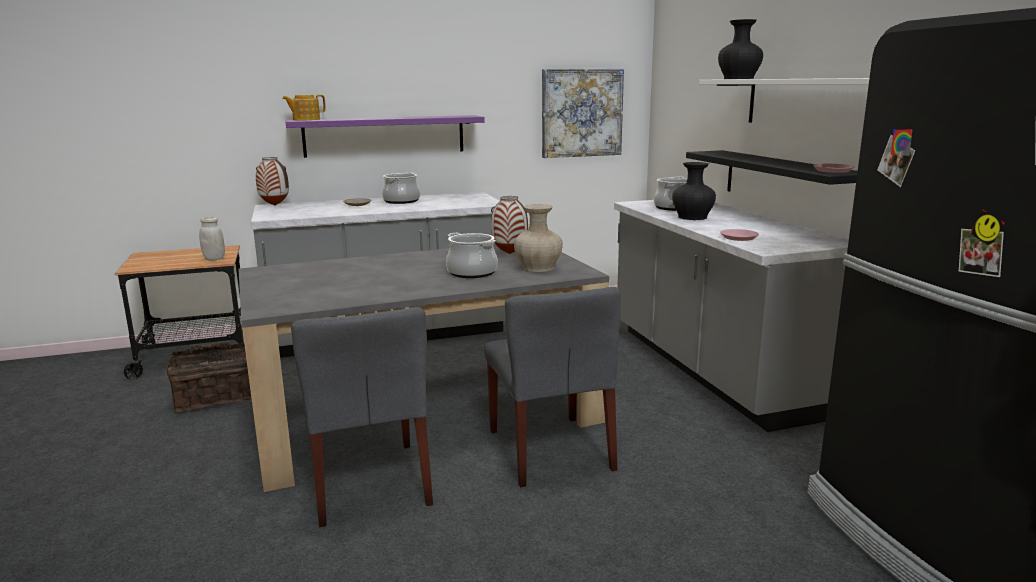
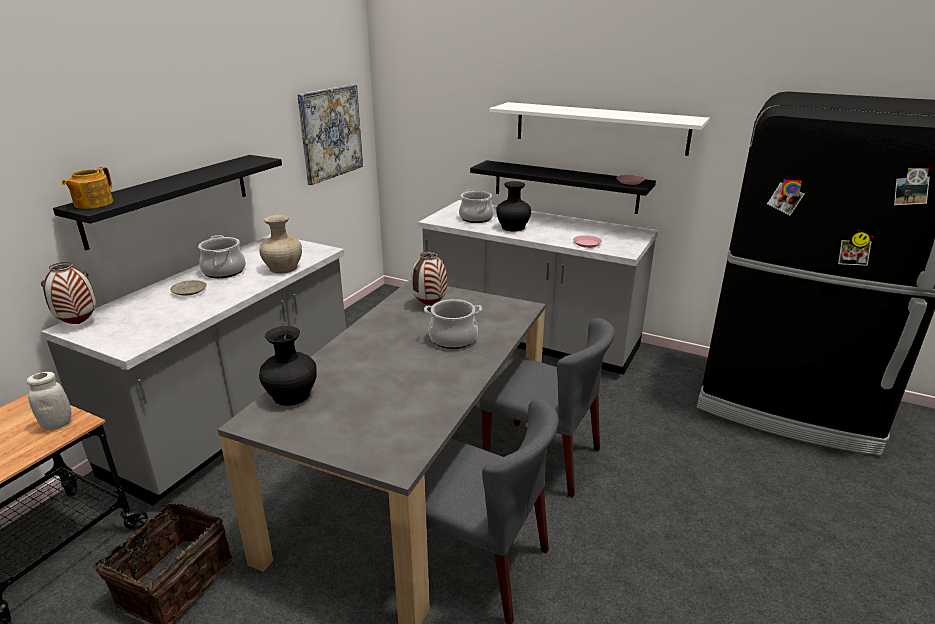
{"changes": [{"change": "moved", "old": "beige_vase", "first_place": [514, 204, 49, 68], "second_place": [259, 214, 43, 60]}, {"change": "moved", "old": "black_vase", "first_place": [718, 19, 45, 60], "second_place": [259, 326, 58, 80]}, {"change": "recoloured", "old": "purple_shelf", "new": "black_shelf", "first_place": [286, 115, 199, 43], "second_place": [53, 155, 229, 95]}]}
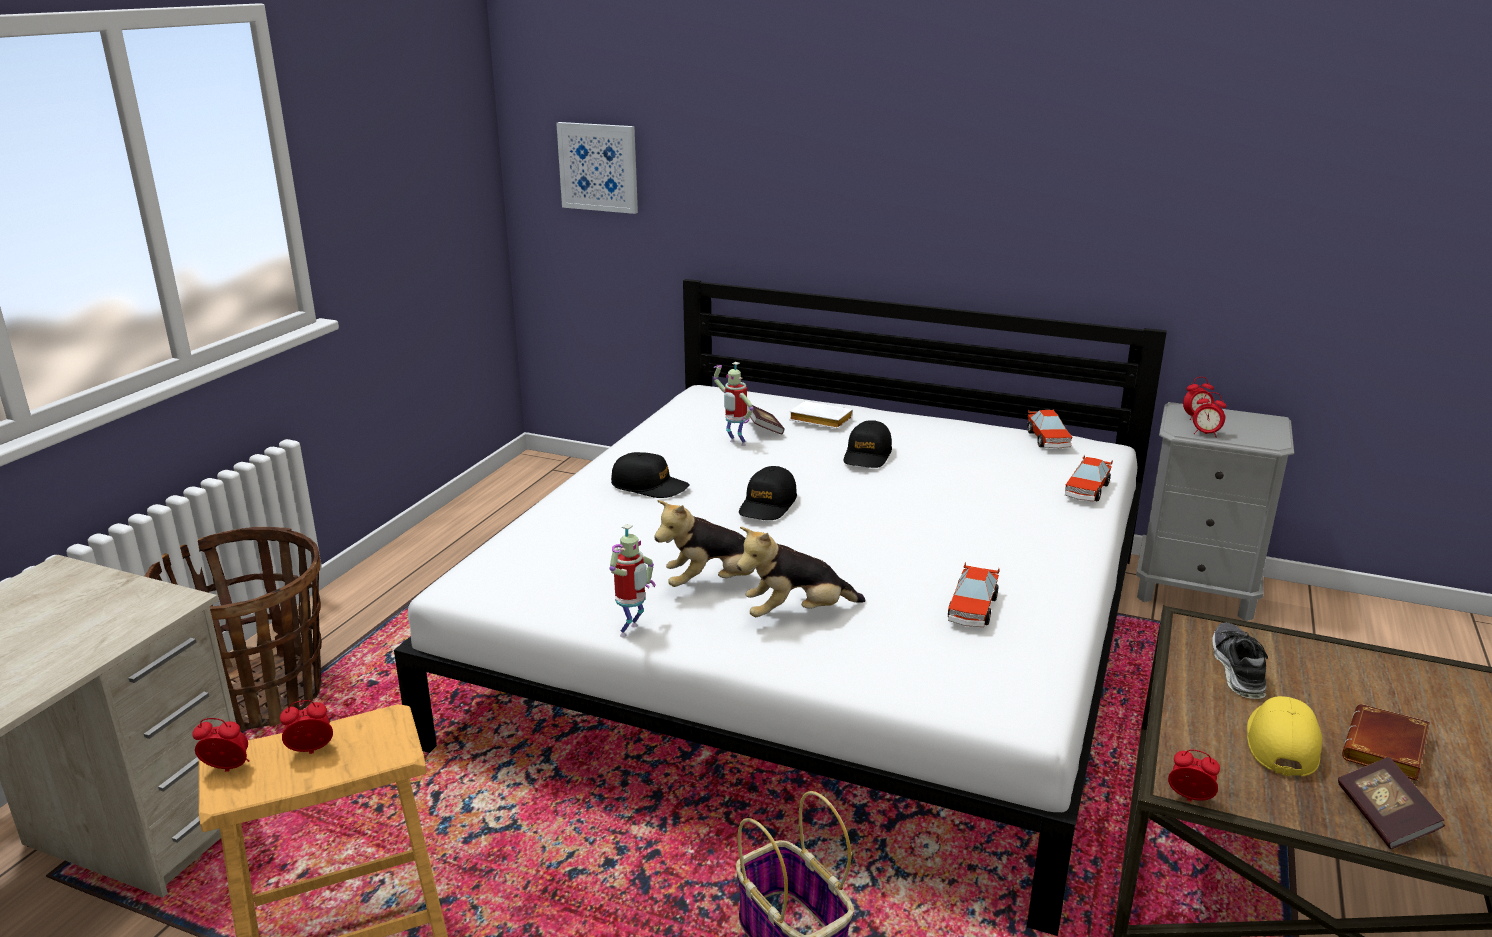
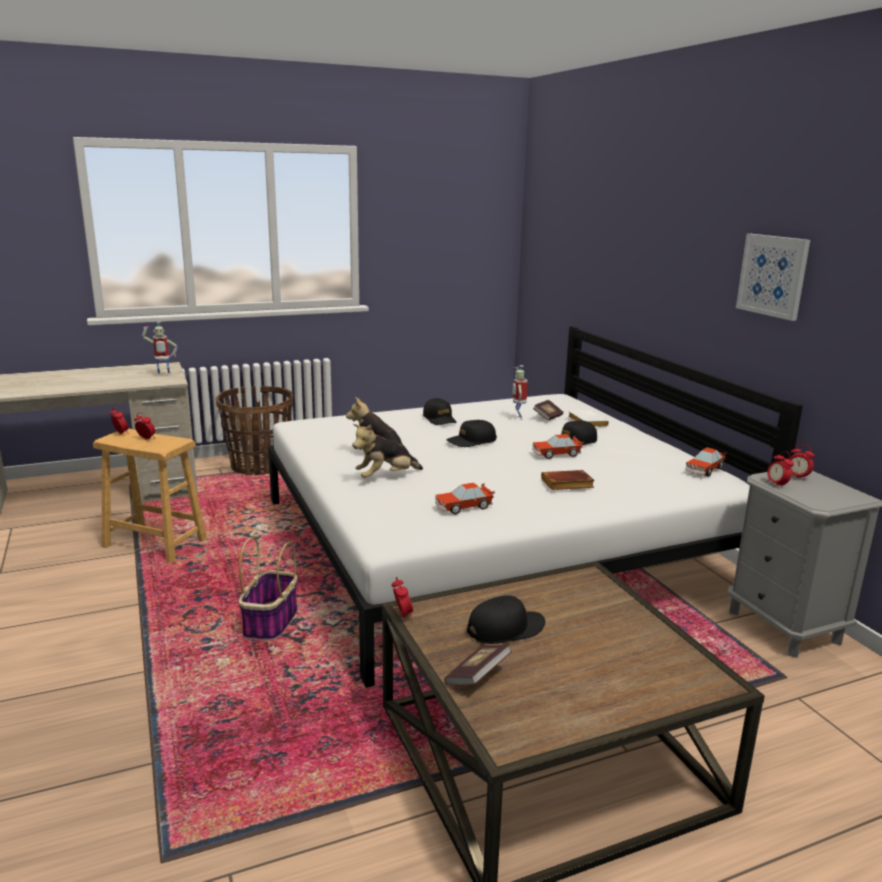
{"changes": [{"change": "removed", "old": "shoe", "first_place": [1213, 623, 55, 76]}, {"change": "moved", "old": "picture", "first_place": [556, 122, 82, 92], "second_place": [736, 234, 74, 87]}, {"change": "moved", "old": "toy_robot", "first_place": [609, 524, 46, 113], "second_place": [142, 322, 36, 54]}, {"change": "moved", "old": "toy_car", "first_place": [1065, 455, 48, 47], "second_place": [532, 434, 52, 25]}, {"change": "moved", "old": "brown_book", "first_place": [1342, 704, 88, 77], "second_place": [541, 470, 54, 20]}, {"change": "recoloured", "old": "yellow_cap", "new": "black_cap", "first_place": [1247, 696, 75, 80], "second_place": [467, 595, 78, 49]}, {"change": "turned", "old": "plush_toy", "first_place": [737, 527, 129, 90], "second_place": [353, 424, 70, 54], "degrees": -60}]}
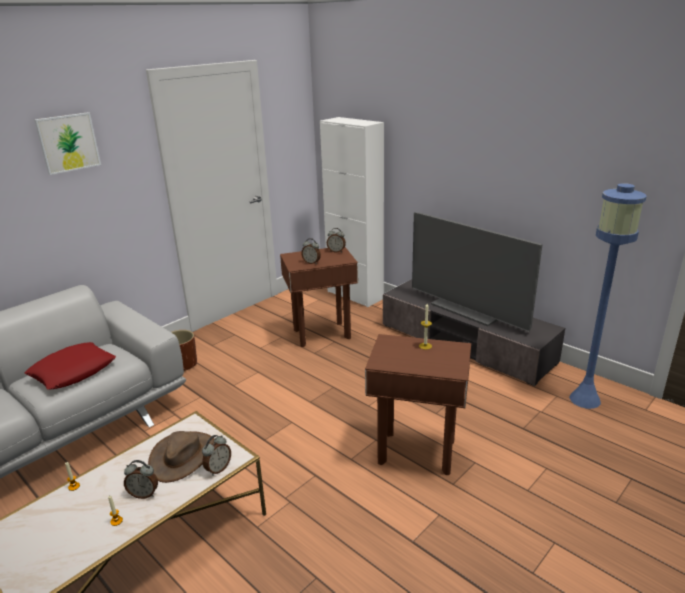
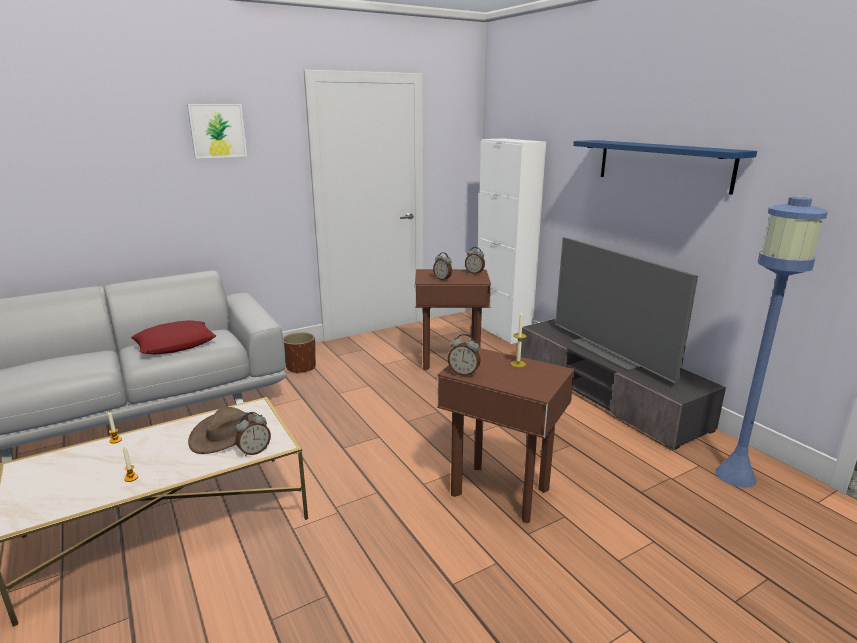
{"changes": [{"change": "added", "new": "blue_shelf", "second_place": [573, 140, 184, 55]}, {"change": "moved", "old": "alarm_clock", "first_place": [124, 460, 34, 39], "second_place": [448, 334, 33, 42]}]}
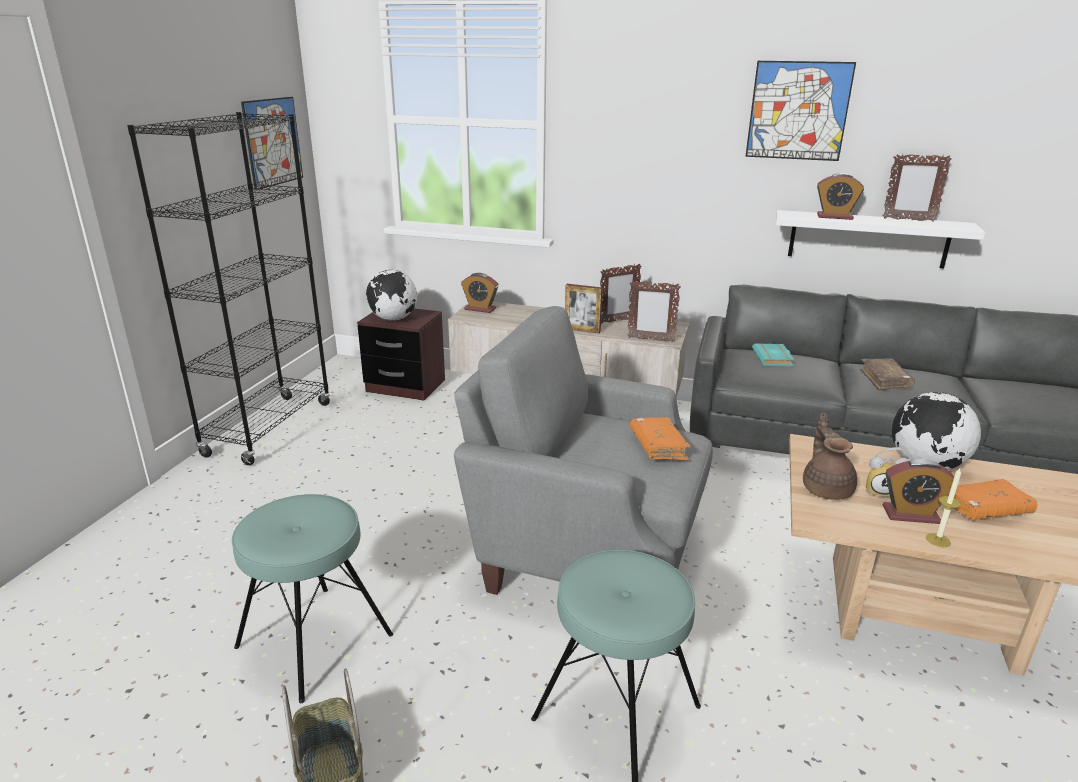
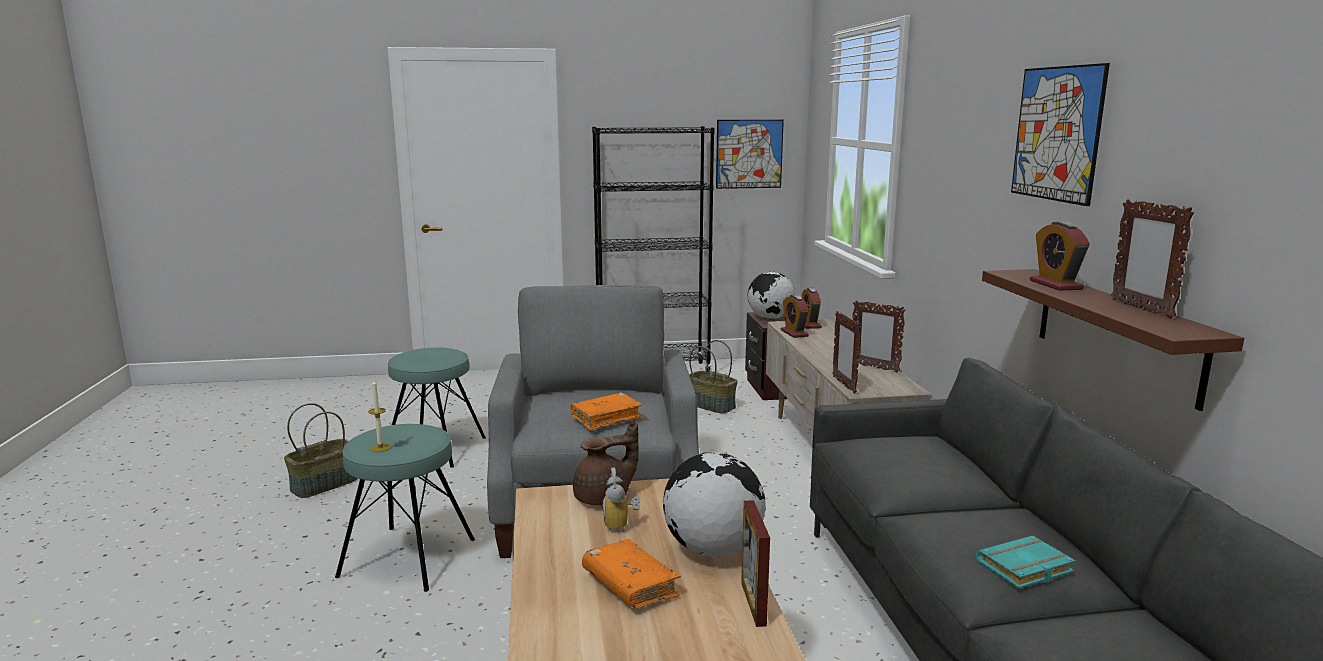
{"changes": [{"change": "removed", "old": "brown_book", "first_place": [860, 358, 55, 33]}, {"change": "added", "new": "basket", "second_place": [689, 340, 49, 74]}, {"change": "moved", "old": "picture_frame", "first_place": [565, 284, 38, 50], "second_place": [741, 500, 29, 127]}, {"change": "moved", "old": "turquoise_book", "first_place": [752, 344, 43, 22], "second_place": [976, 536, 100, 53]}, {"change": "moved", "old": "alarm_clock", "first_place": [883, 459, 71, 65], "second_place": [781, 295, 28, 43]}, {"change": "moved", "old": "candle", "first_place": [926, 468, 35, 79], "second_place": [368, 380, 23, 72]}, {"change": "recoloured", "old": "white_shelf", "new": "brown_shelf", "first_place": [776, 210, 209, 58], "second_place": [982, 269, 262, 142]}]}
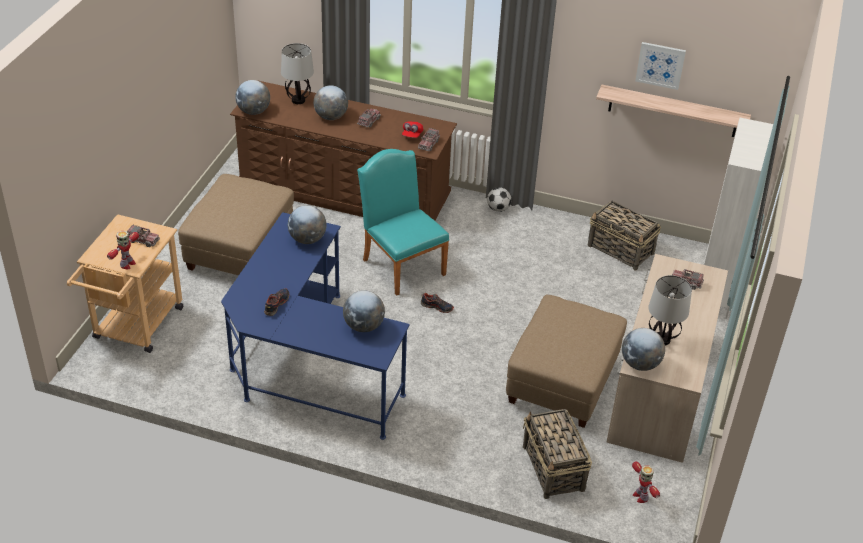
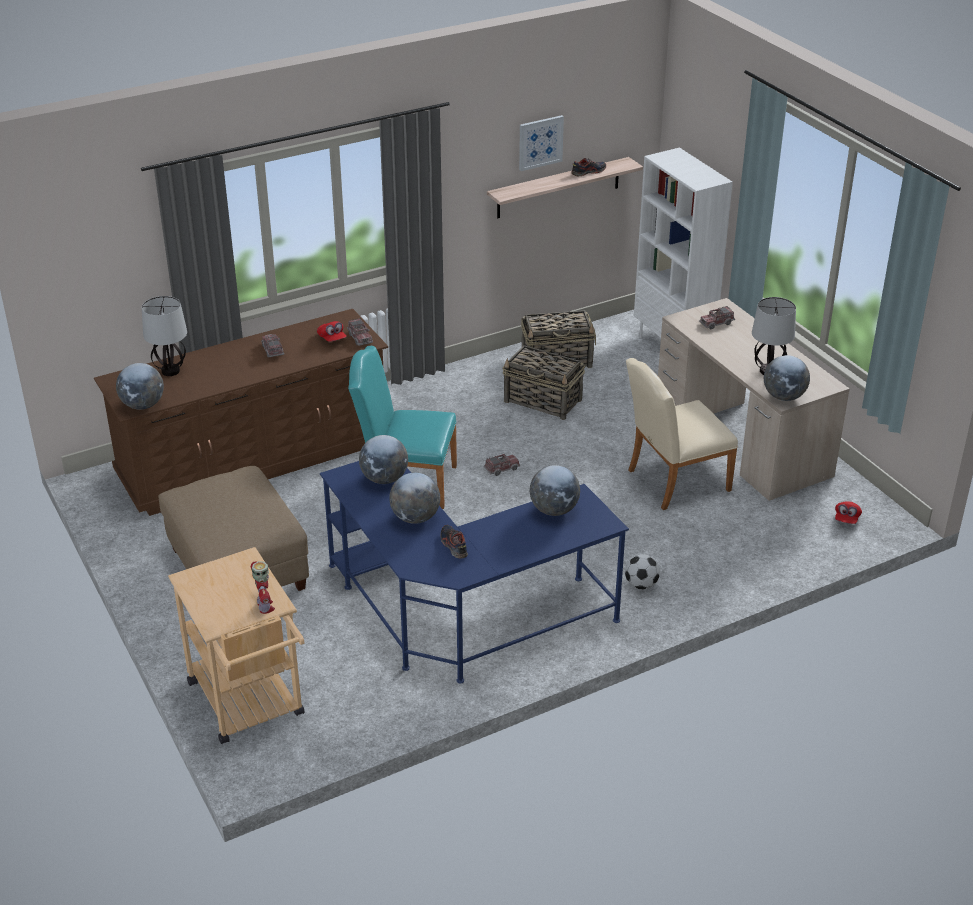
{"changes": [{"change": "moved", "old": "toy_truck", "first_place": [127, 225, 33, 22], "second_place": [484, 453, 36, 23]}, {"change": "moved", "old": "globe", "first_place": [314, 85, 34, 35], "second_place": [389, 473, 51, 51]}, {"change": "moved", "old": "shoe", "first_place": [421, 293, 33, 20], "second_place": [571, 158, 35, 19]}, {"change": "moved", "old": "football", "first_place": [487, 187, 24, 25], "second_place": [625, 554, 35, 35]}, {"change": "moved", "old": "basket", "first_place": [523, 409, 69, 90], "second_place": [502, 345, 83, 75]}, {"change": "replaced", "old": "beige_ottoman", "new": "beige_chair", "first_place": [506, 295, 121, 133], "second_place": [626, 358, 112, 152]}, {"change": "replaced", "old": "toy_robot", "new": "red_cap", "first_place": [632, 461, 28, 42], "second_place": [835, 501, 27, 23]}]}
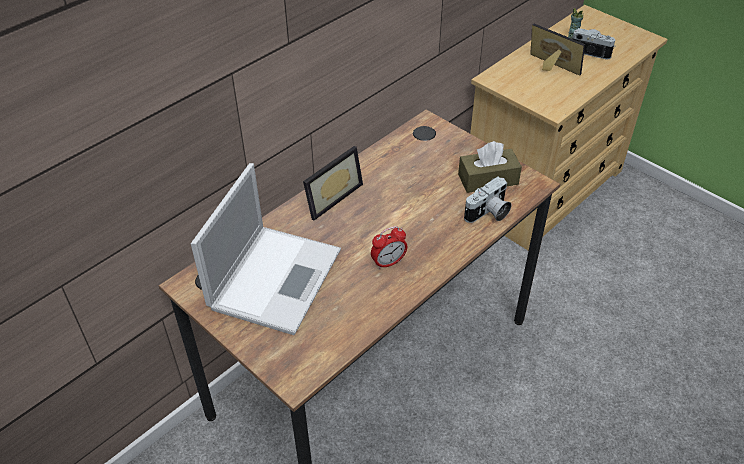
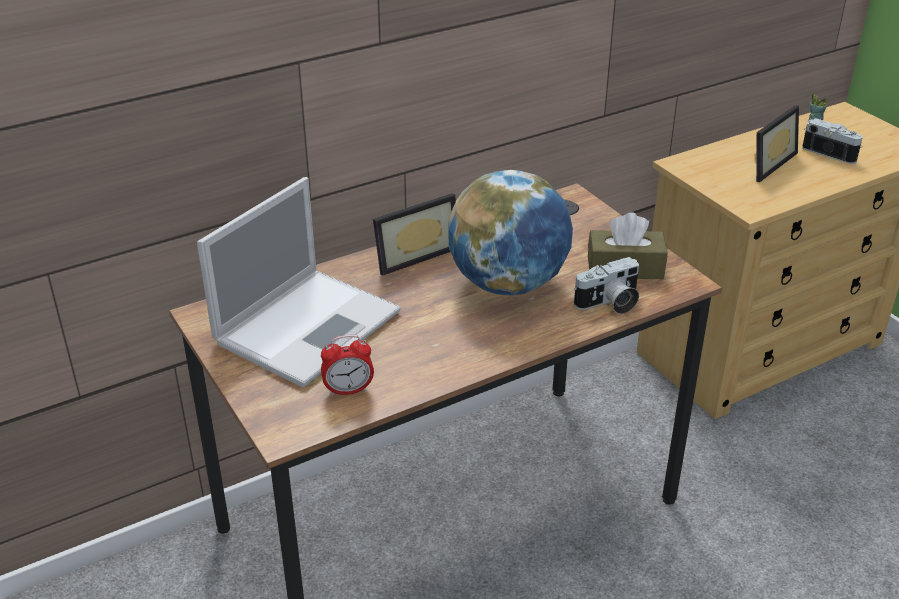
{"changes": [{"change": "added", "new": "globe", "second_place": [449, 170, 124, 126]}, {"change": "moved", "old": "alarm_clock", "first_place": [371, 226, 36, 44], "second_place": [321, 335, 53, 61]}, {"change": "turned", "old": "picture_frame", "first_place": [530, 23, 55, 53], "second_place": [755, 105, 44, 77], "degrees": 75}]}
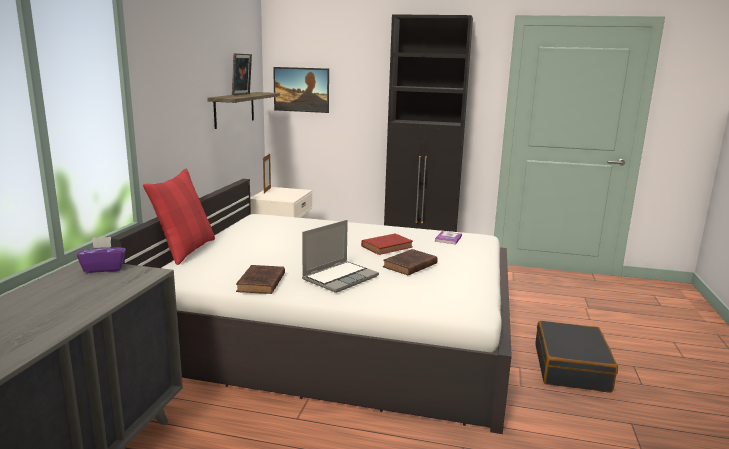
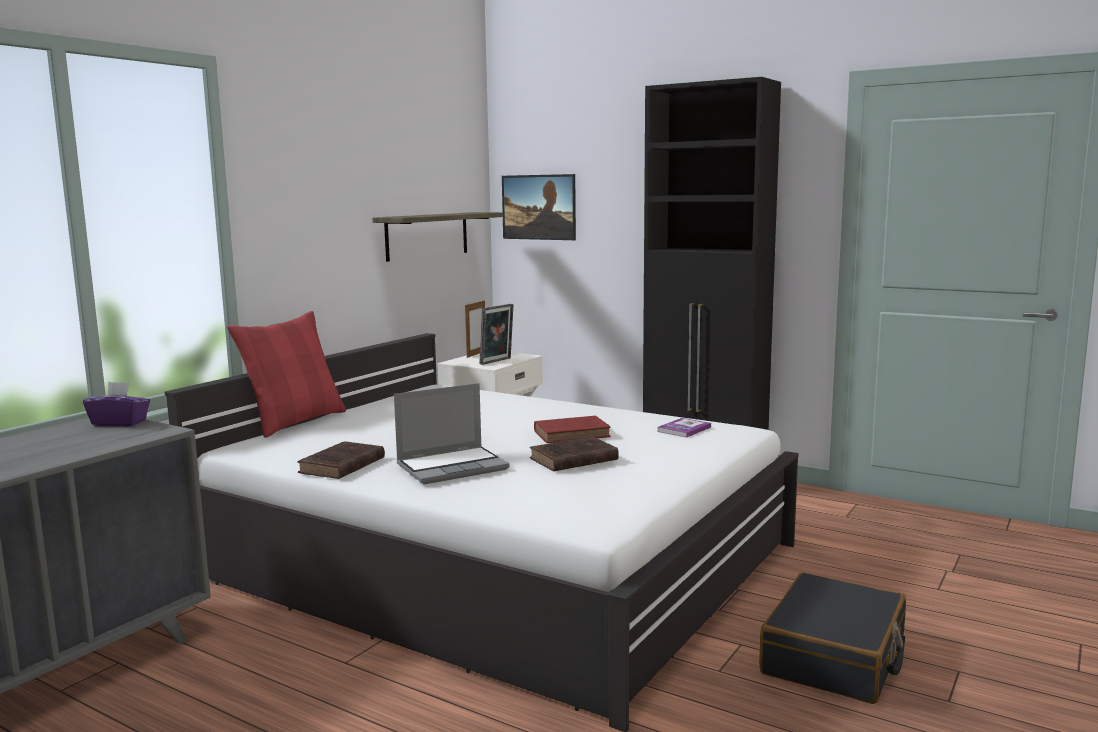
{"changes": [{"change": "moved", "old": "picture_frame", "first_place": [232, 53, 20, 42], "second_place": [479, 304, 35, 61]}]}
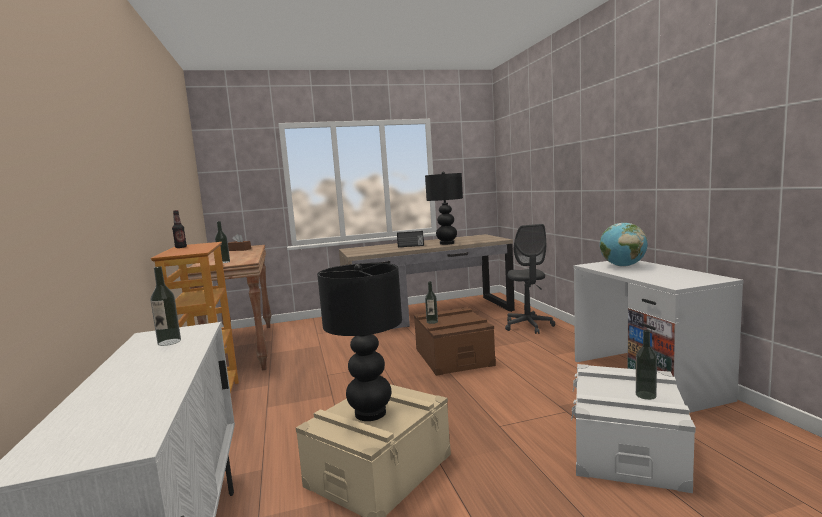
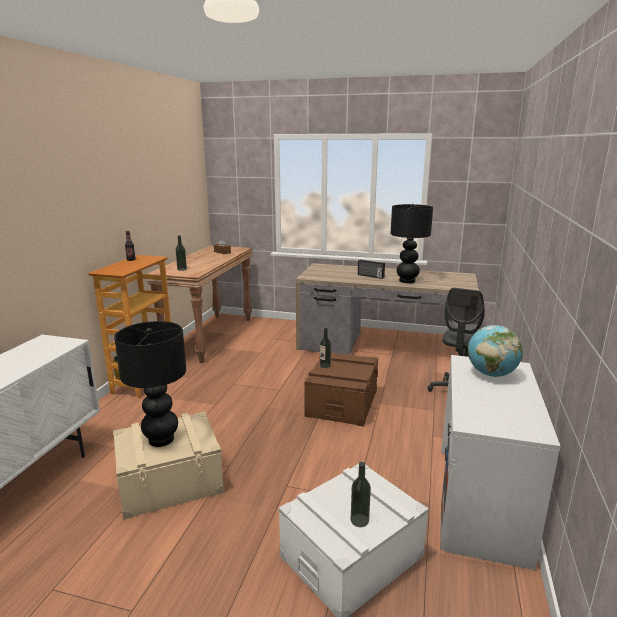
{"changes": [{"change": "removed", "old": "bottle", "first_place": [150, 266, 31, 80]}]}
